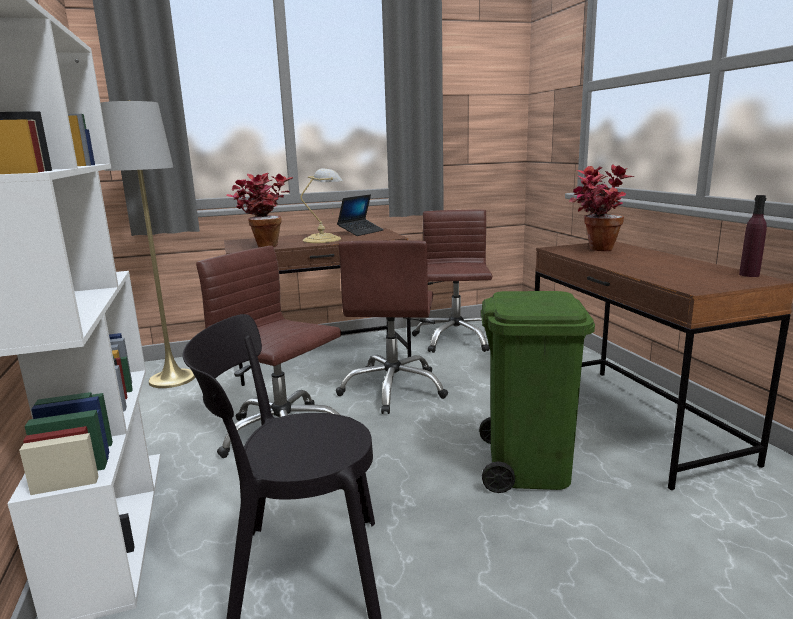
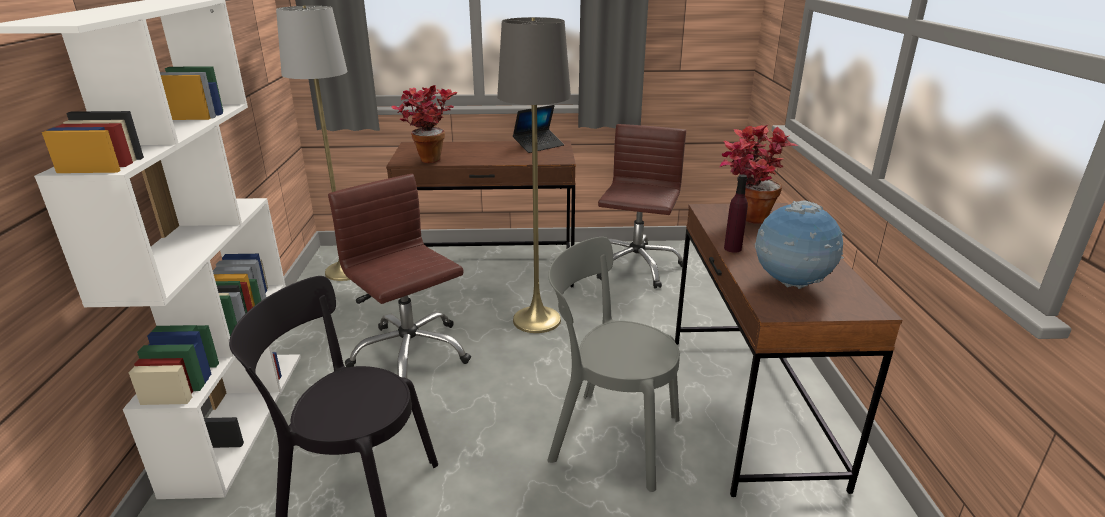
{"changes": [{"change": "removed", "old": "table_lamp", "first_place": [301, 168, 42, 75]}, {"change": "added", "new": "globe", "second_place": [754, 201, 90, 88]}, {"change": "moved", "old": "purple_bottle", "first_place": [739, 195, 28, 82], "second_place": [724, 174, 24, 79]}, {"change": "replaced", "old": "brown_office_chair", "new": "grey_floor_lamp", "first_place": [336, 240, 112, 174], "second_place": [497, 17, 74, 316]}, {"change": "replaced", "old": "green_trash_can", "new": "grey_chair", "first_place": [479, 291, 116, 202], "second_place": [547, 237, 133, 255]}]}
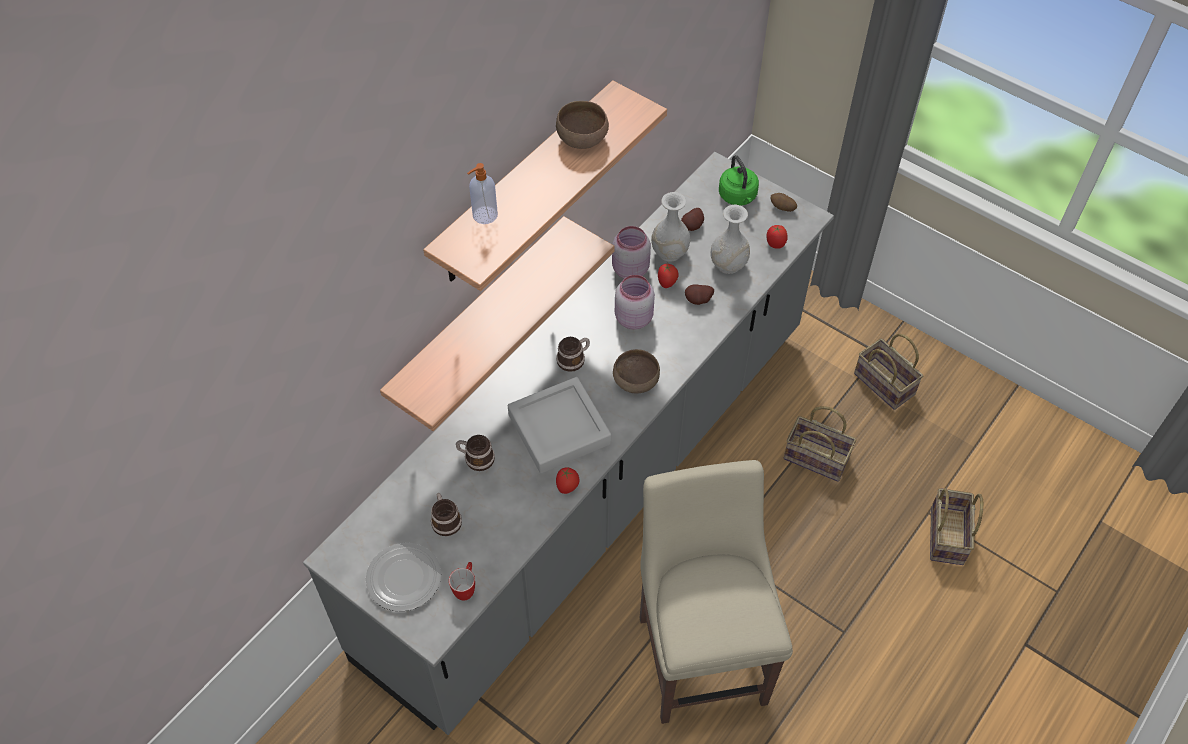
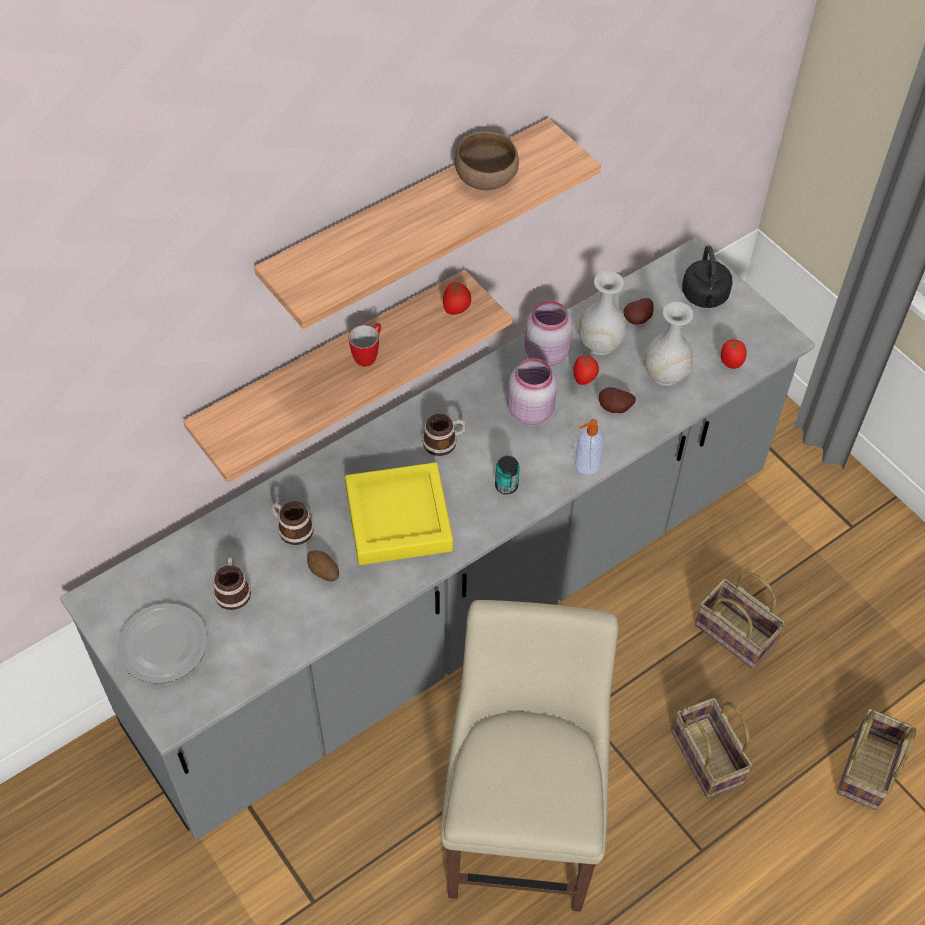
{"changes": [{"change": "moved", "old": "mug", "first_place": [449, 562, 26, 39], "second_place": [349, 323, 32, 44]}, {"change": "moved", "old": "soap_dispenser", "first_place": [467, 163, 31, 61], "second_place": [575, 419, 29, 56]}, {"change": "moved", "old": "tomato", "first_place": [556, 467, 23, 27], "second_place": [443, 282, 28, 33]}, {"change": "moved", "old": "potato", "first_place": [770, 193, 27, 19], "second_place": [307, 551, 32, 30]}, {"change": "moved", "old": "basket", "first_place": [854, 333, 69, 77], "second_place": [672, 698, 81, 100]}, {"change": "replaced", "old": "brown_bowl", "new": "can", "first_place": [613, 349, 47, 44], "second_place": [495, 456, 25, 38]}, {"change": "recoloured", "old": "grey_tray", "new": "yellow_tray", "first_place": [508, 377, 103, 96], "second_place": [345, 462, 108, 103]}, {"change": "recoloured", "old": "green_kettle", "new": "black_kettle", "first_place": [719, 155, 40, 51], "second_place": [682, 245, 51, 63]}]}
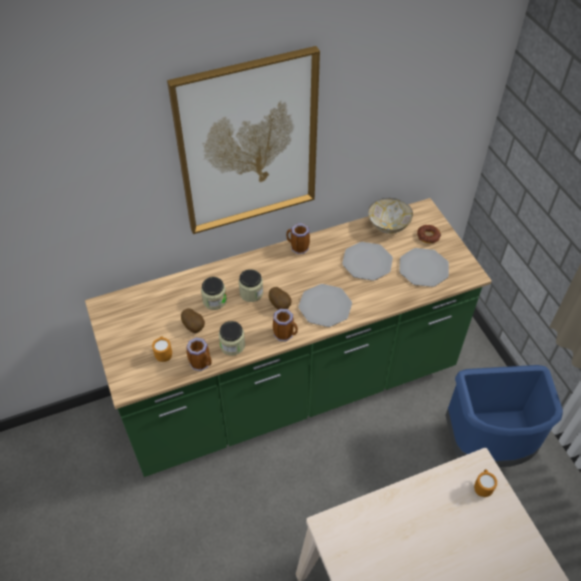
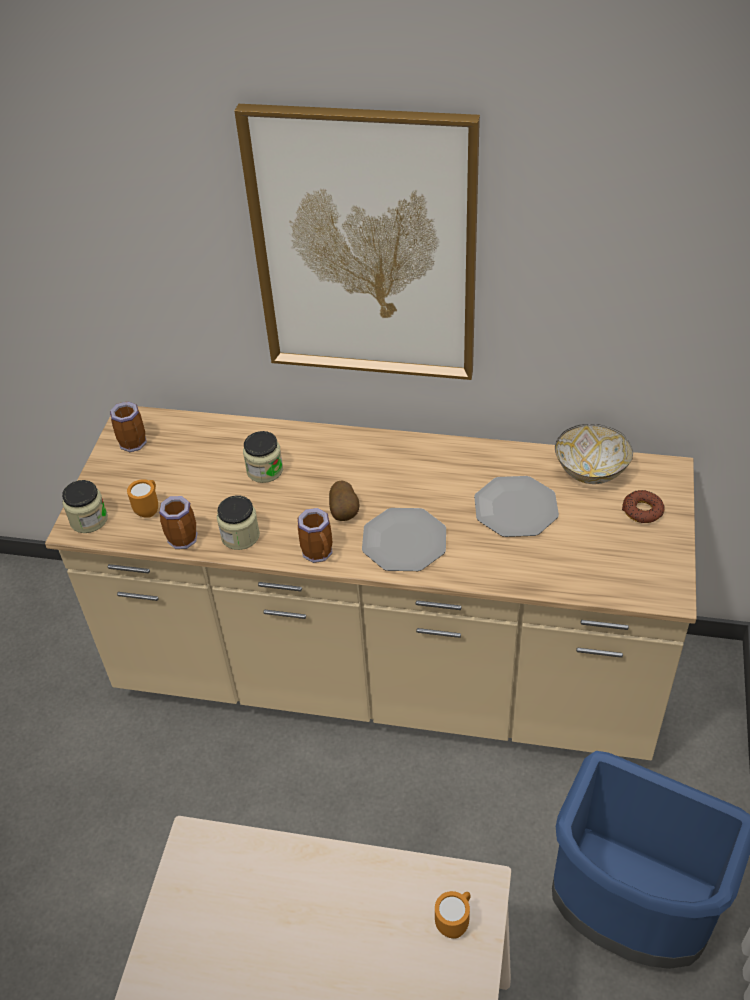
{"changes": [{"change": "removed", "old": "potato", "first_place": [181, 308, 24, 25]}, {"change": "removed", "old": "plate", "first_place": [399, 248, 50, 39]}, {"change": "moved", "old": "jar", "first_place": [239, 269, 24, 33], "second_place": [62, 480, 46, 53]}, {"change": "moved", "old": "mug", "first_place": [286, 223, 24, 31], "second_place": [110, 401, 37, 51]}, {"change": "recoloured", "old": "green_counter", "new": "beige_counter", "first_place": [85, 198, 407, 279], "second_place": [45, 406, 652, 354]}]}
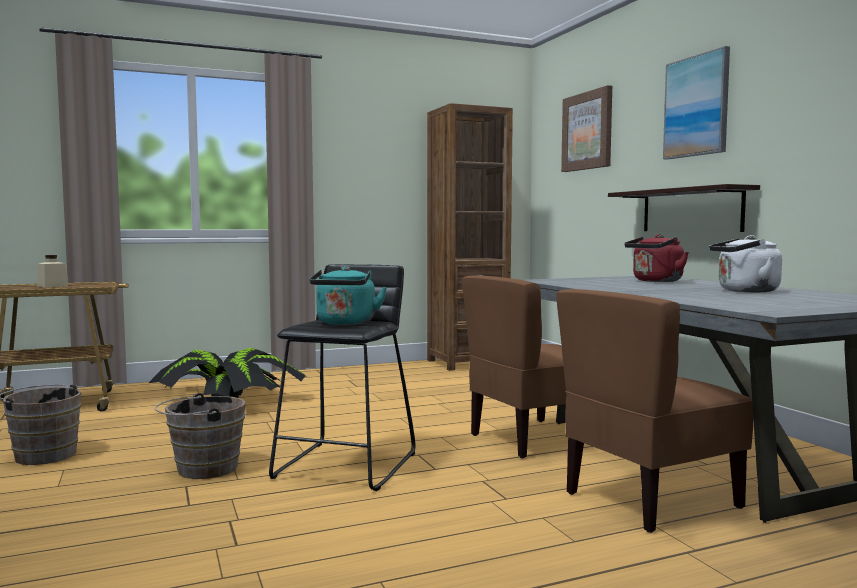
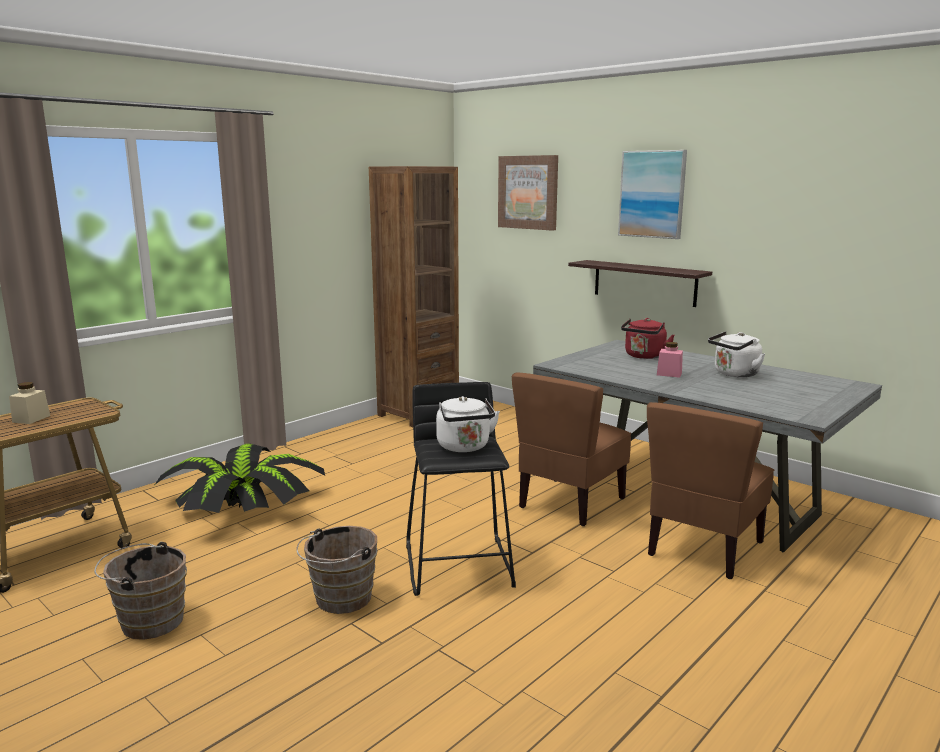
{"changes": [{"change": "added", "new": "pink_jar", "second_place": [657, 342, 26, 36]}, {"change": "recoloured", "old": "turquoise_kettle", "new": "white_kettle", "first_place": [309, 266, 78, 59], "second_place": [436, 396, 64, 56]}]}
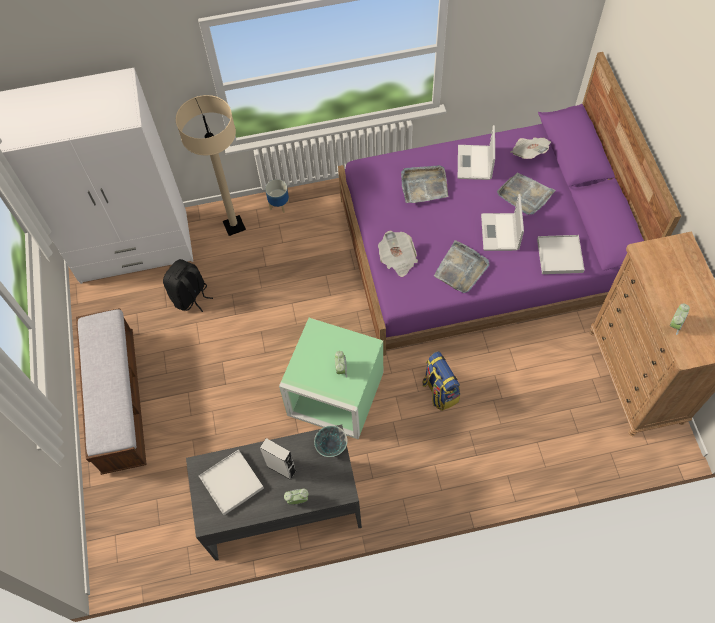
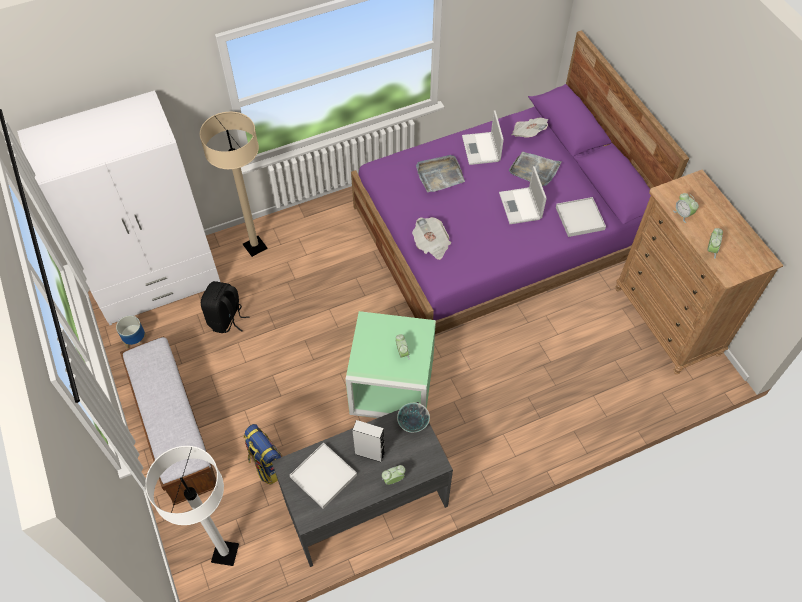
{"changes": [{"change": "removed", "old": "grey_tray", "first_place": [434, 240, 55, 53]}, {"change": "added", "new": "white_floor_lamp", "second_place": [145, 446, 94, 120]}, {"change": "added", "new": "alarm_clock", "second_place": [673, 193, 26, 30]}, {"change": "moved", "old": "planter", "first_place": [265, 179, 24, 34], "second_place": [116, 315, 31, 34]}, {"change": "moved", "old": "backpack", "first_place": [422, 351, 38, 60], "second_place": [243, 424, 40, 61]}]}
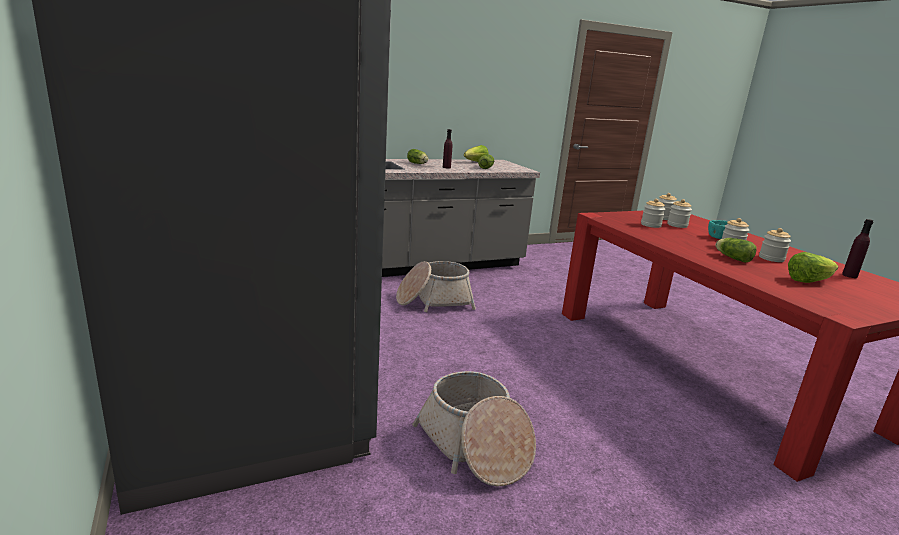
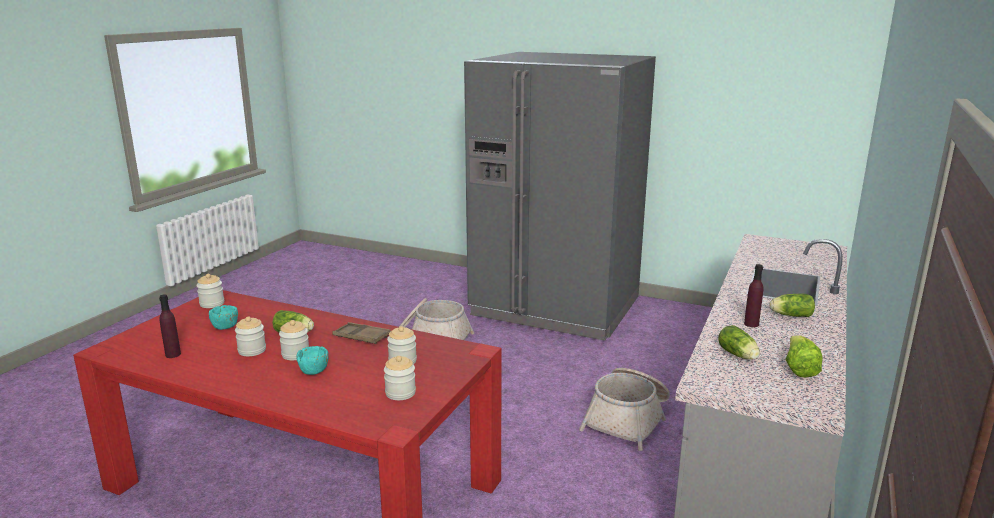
{"changes": [{"change": "added", "new": "brown_tray", "second_place": [332, 322, 59, 22]}, {"change": "moved", "old": "jar", "first_place": [667, 199, 25, 29], "second_place": [196, 274, 28, 34]}, {"change": "replaced", "old": "lettuce", "new": "turquoise_bowl", "first_place": [788, 252, 50, 31], "second_place": [209, 305, 29, 25]}]}
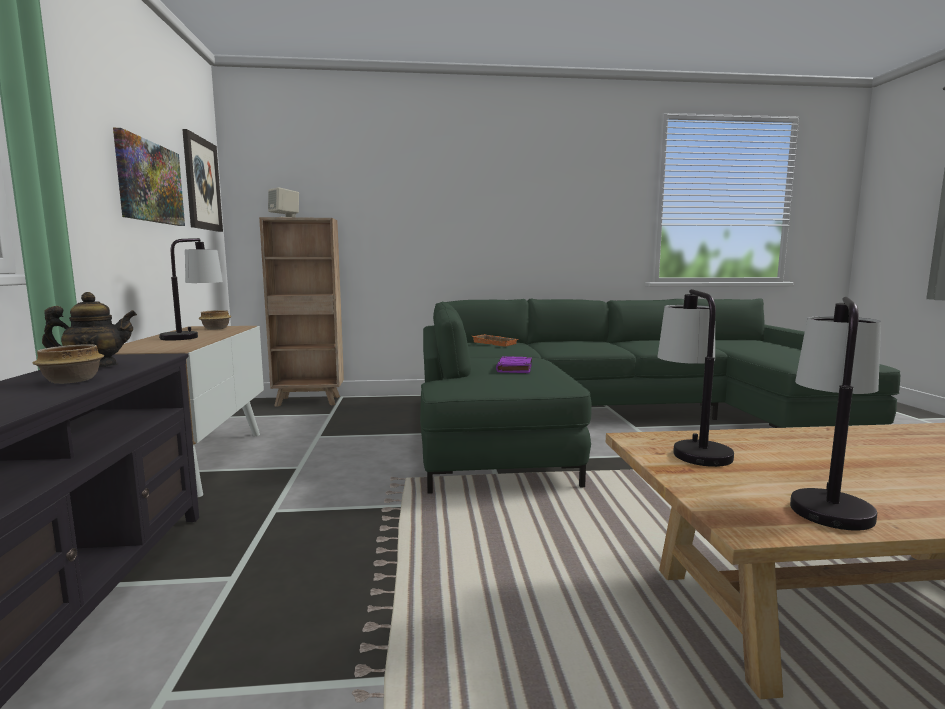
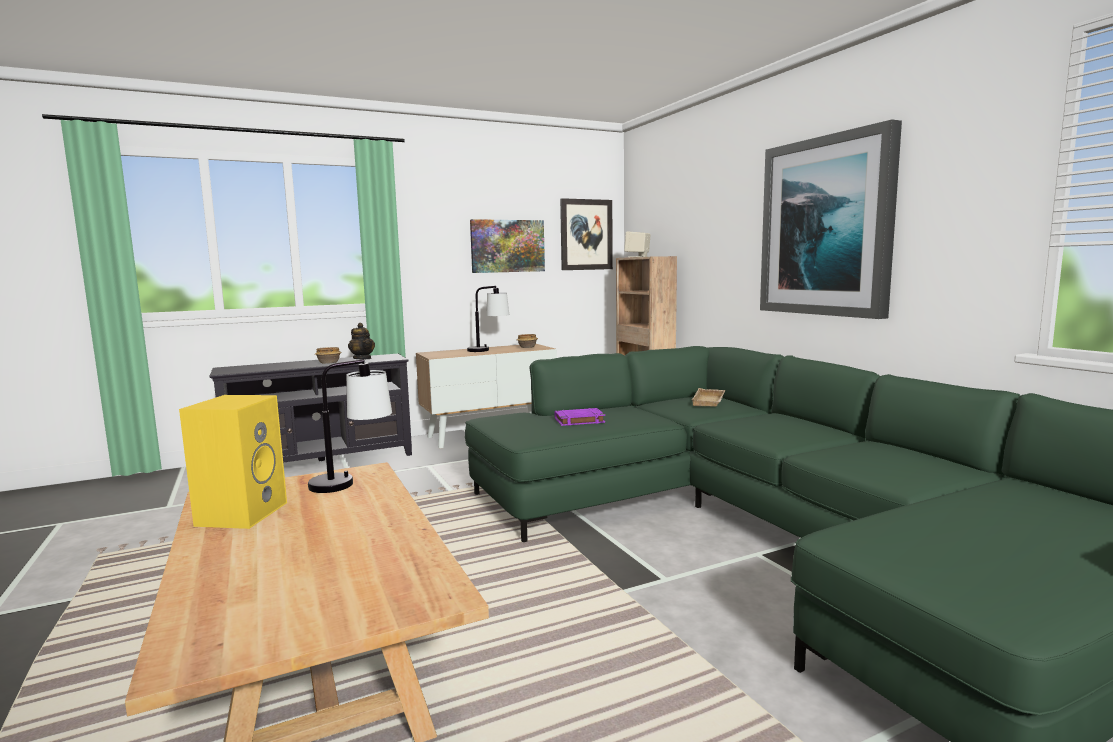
{"changes": [{"change": "added", "new": "picture", "second_place": [760, 120, 142, 199]}, {"change": "replaced", "old": "table_lamp", "new": "yellow_speaker", "first_place": [790, 297, 91, 234], "second_place": [179, 395, 108, 134]}, {"change": "recoloured", "old": "orange_tray", "new": "beige_tray", "first_place": [473, 334, 46, 13], "second_place": [691, 388, 34, 19]}]}
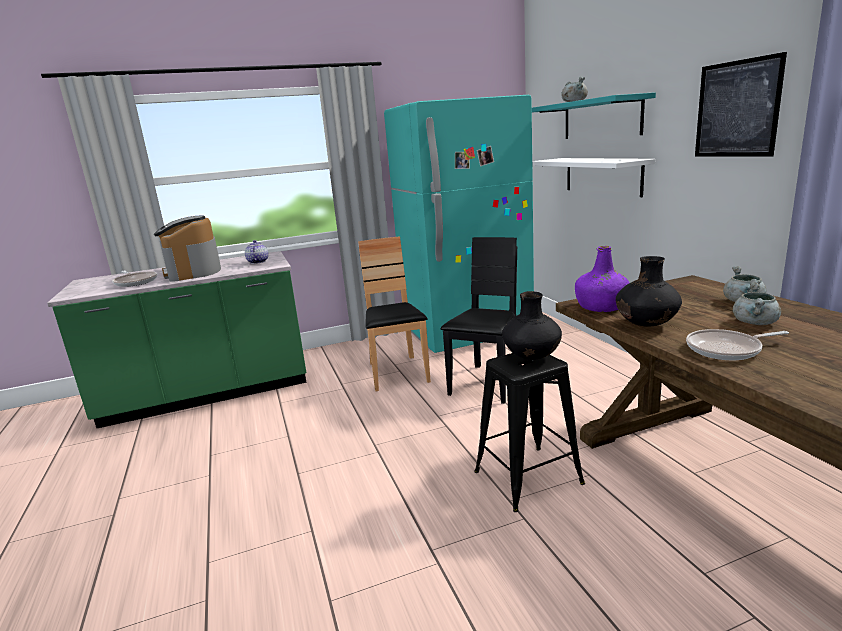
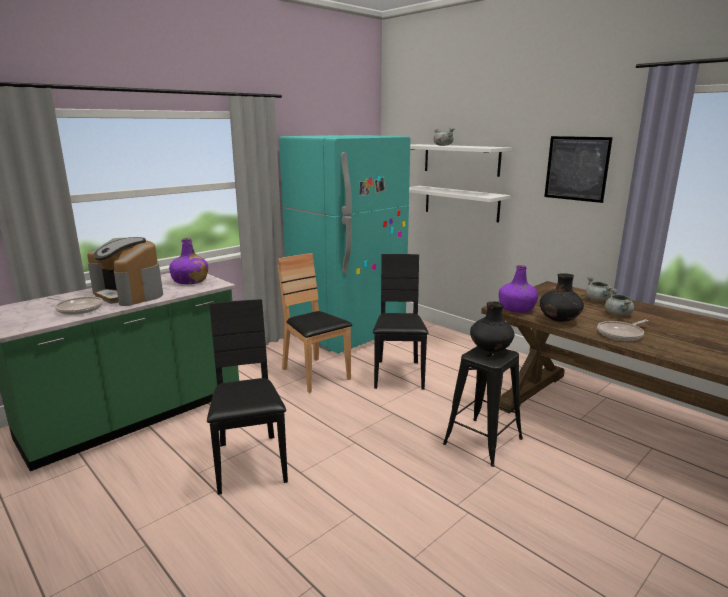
{"changes": [{"change": "added", "new": "black_chair", "second_place": [207, 299, 81, 196]}, {"change": "replaced", "old": "teapot", "new": "purple_bottle", "first_place": [245, 240, 23, 24], "second_place": [169, 238, 39, 46]}, {"change": "recoloured", "old": "turquoise_shelf", "new": "white_shelf", "first_place": [532, 92, 124, 47], "second_place": [410, 144, 102, 33]}]}
